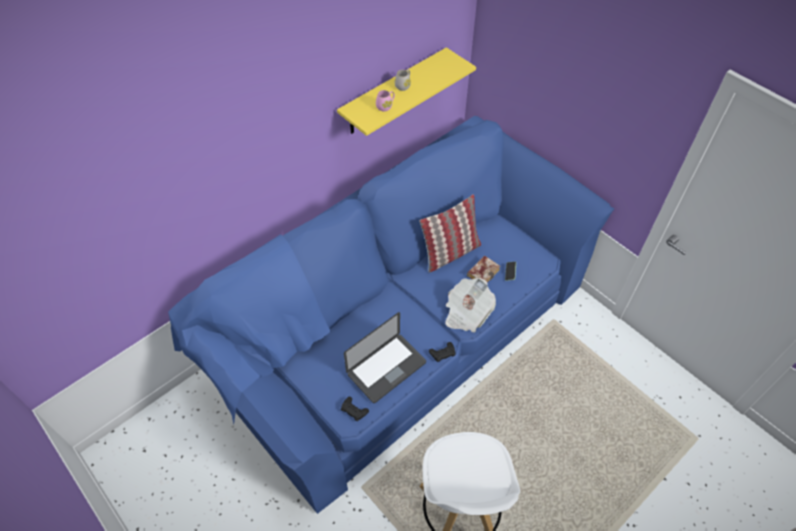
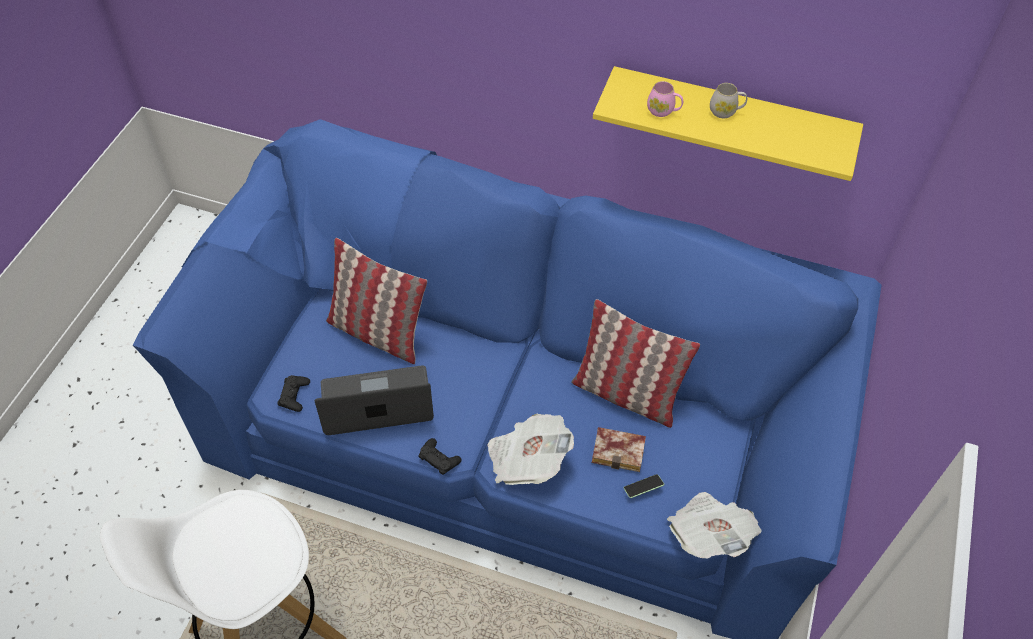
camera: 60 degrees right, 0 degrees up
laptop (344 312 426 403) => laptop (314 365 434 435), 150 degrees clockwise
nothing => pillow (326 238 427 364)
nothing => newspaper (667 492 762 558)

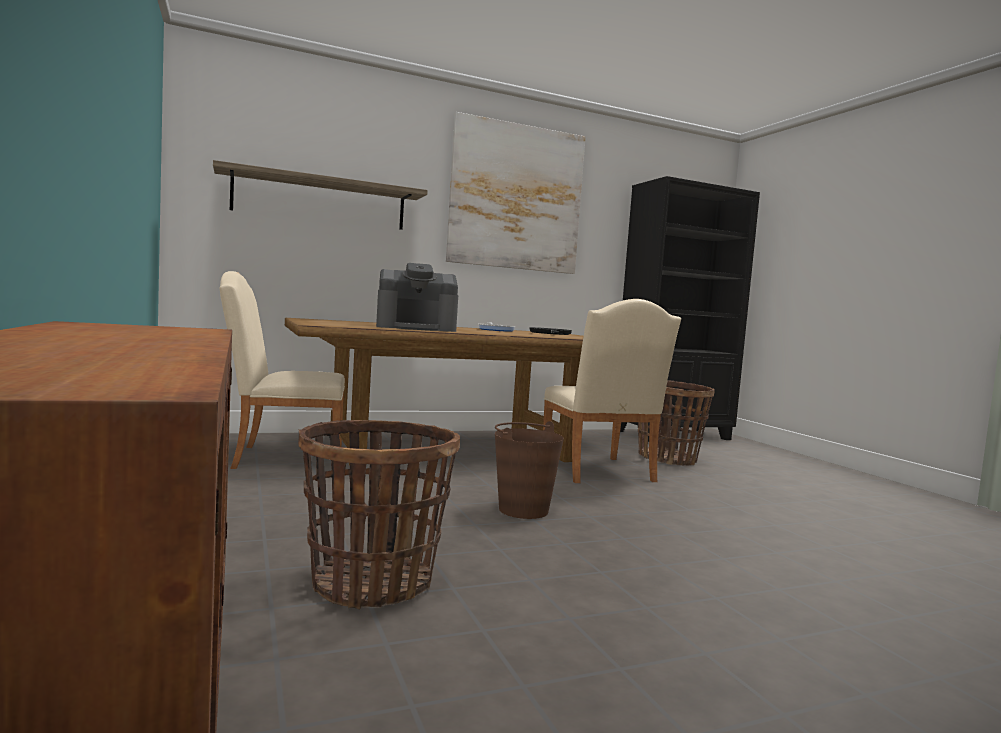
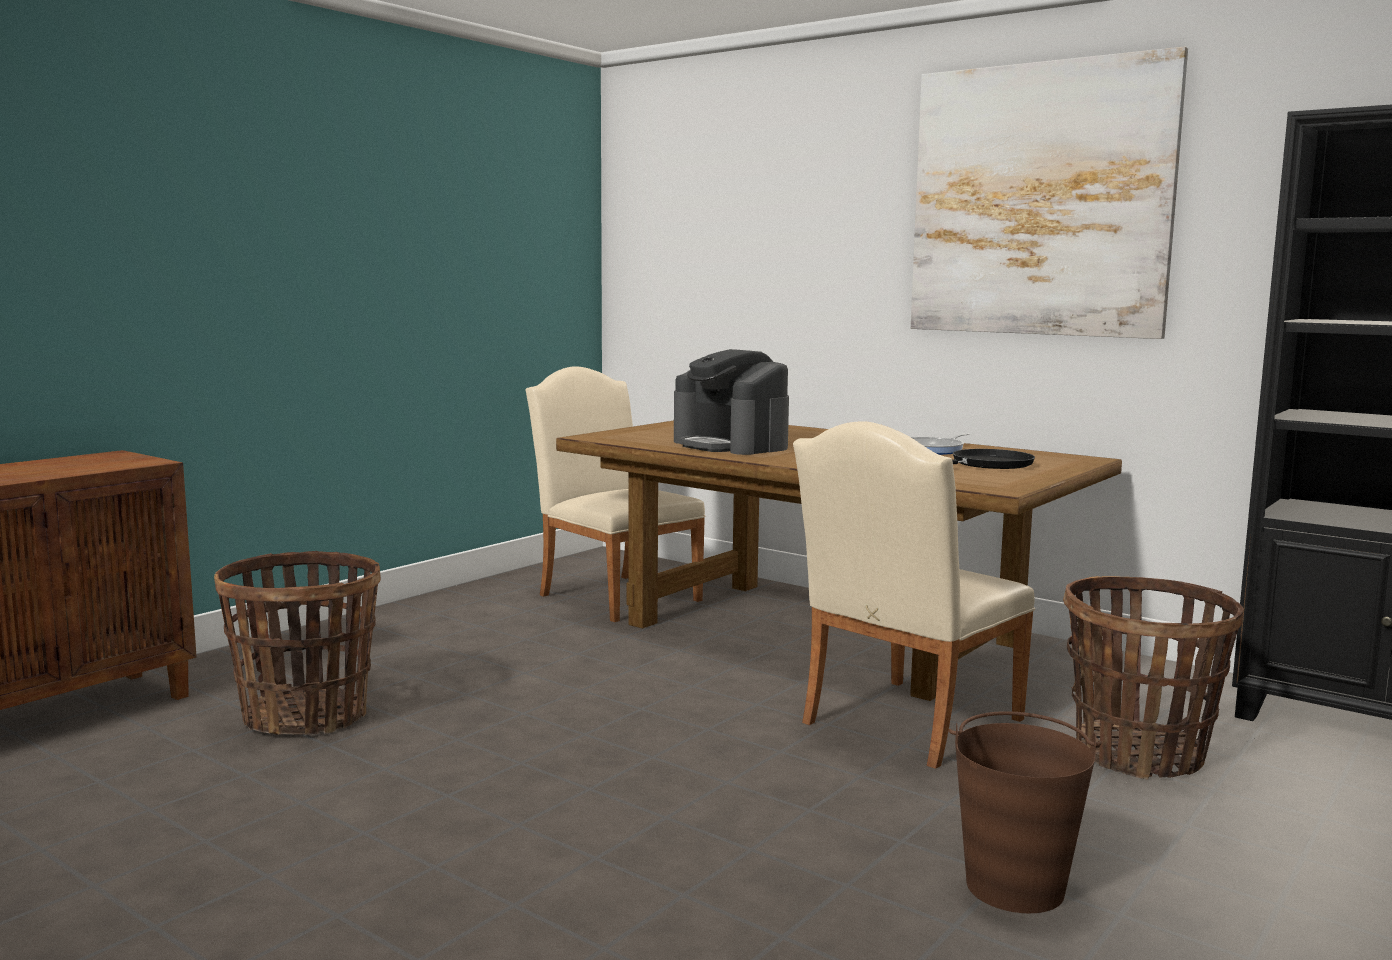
camera: 60 degrees right, 5 degrees up
shelf (213 160 428 230) => nothing
bucket in brown (495 421 564 519) => bucket in brown (948 711 1102 913), move

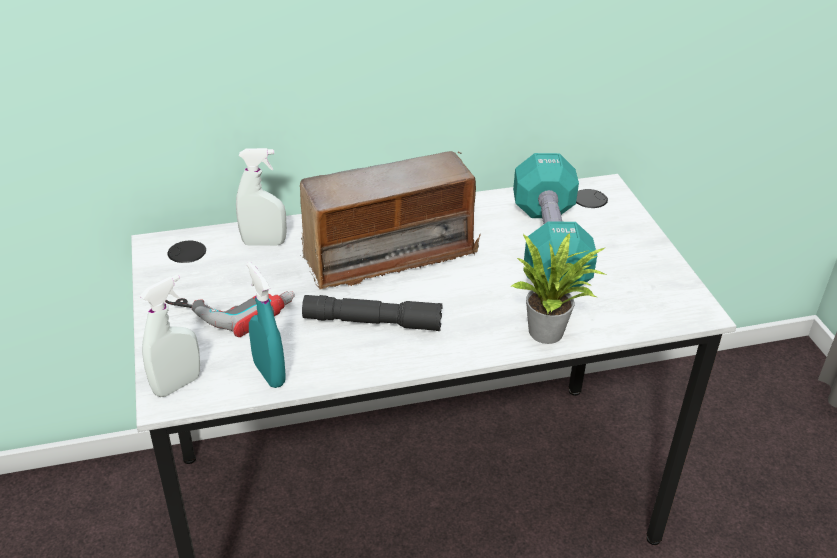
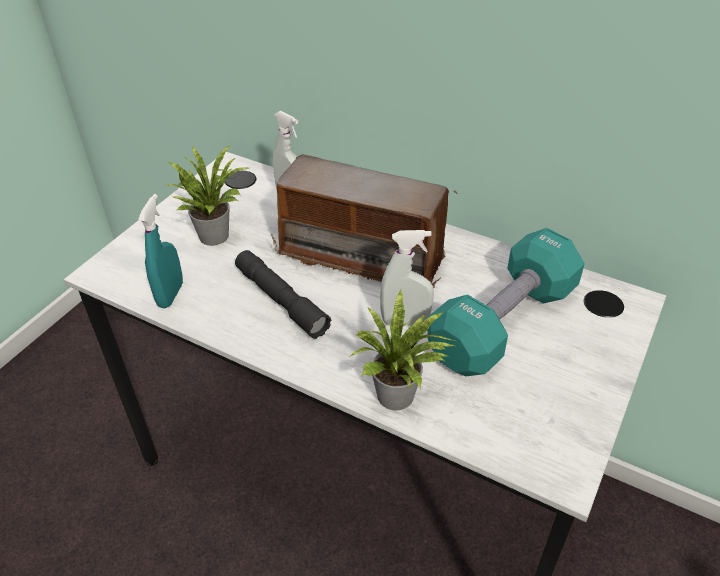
camera: 45 degrees right, 5 degrees up
spray bottle in white (140 274 200 397) => spray bottle in white (380 230 434 326), move
power drill (165 291 295 337) => potted plant (165 146 249 246)

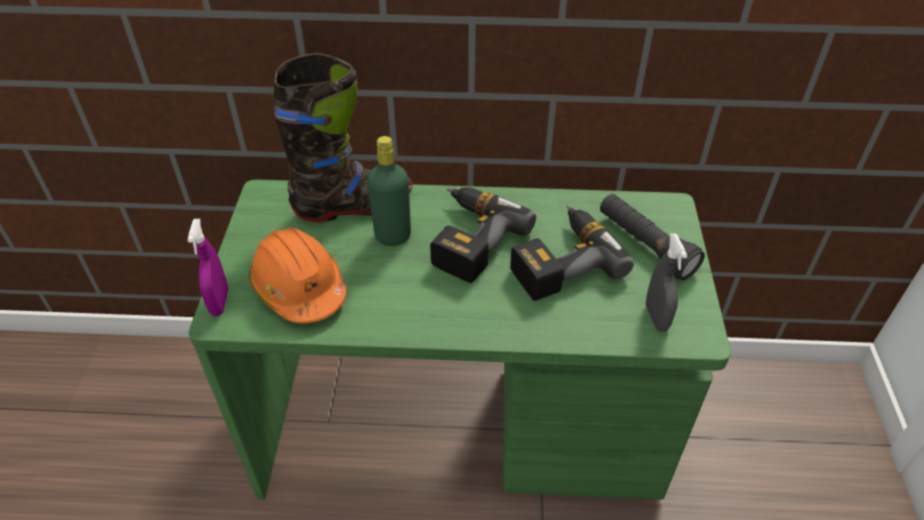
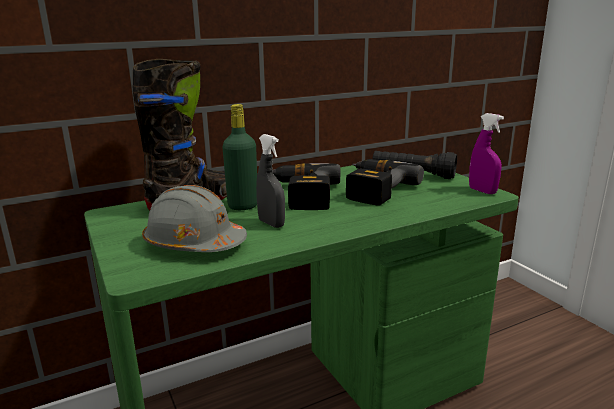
camera: 30 degrees left, 25 degrees down
spray bottle in purple (187 219 228 316) => spray bottle in purple (469 113 504 194), move
hard hat in orange (249 228 347 323) => hard hat in grey (142 185 247 252)
spray bottle in grey (646 233 687 332) => spray bottle in grey (256 134 285 228), move

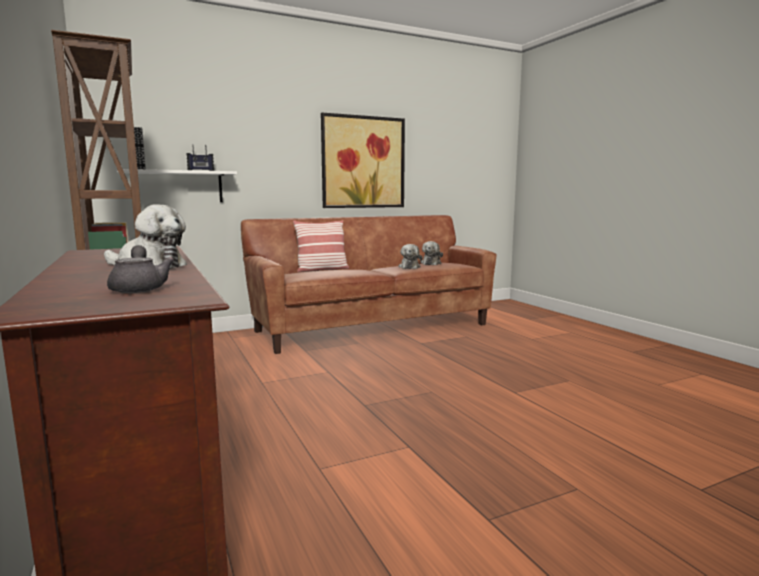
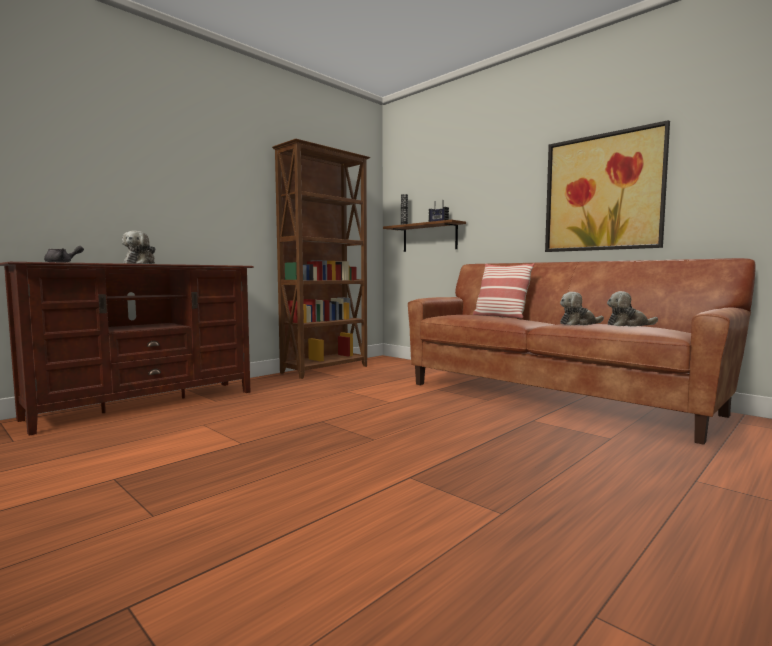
camera: 70 degrees right, 5 degrees down
shelf in white (117 169 237 202) => shelf in brown (383 220 466 252)

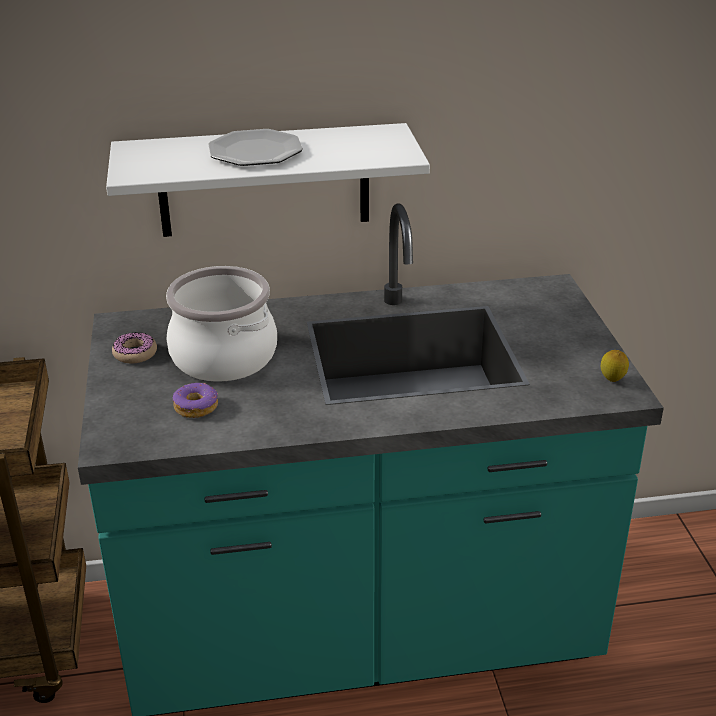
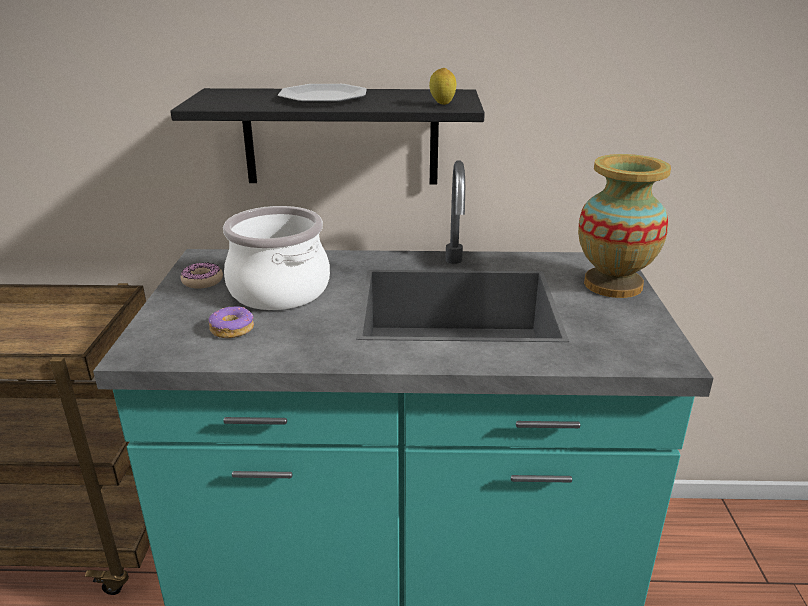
camera: 10 degrees right, 5 degrees down
shelf in white (106 123 430 237) => shelf in black (170 88 485 184)
lemon (601 350 629 382) => lemon (429 68 456 105), move
nothing => vase (578 154 671 298)

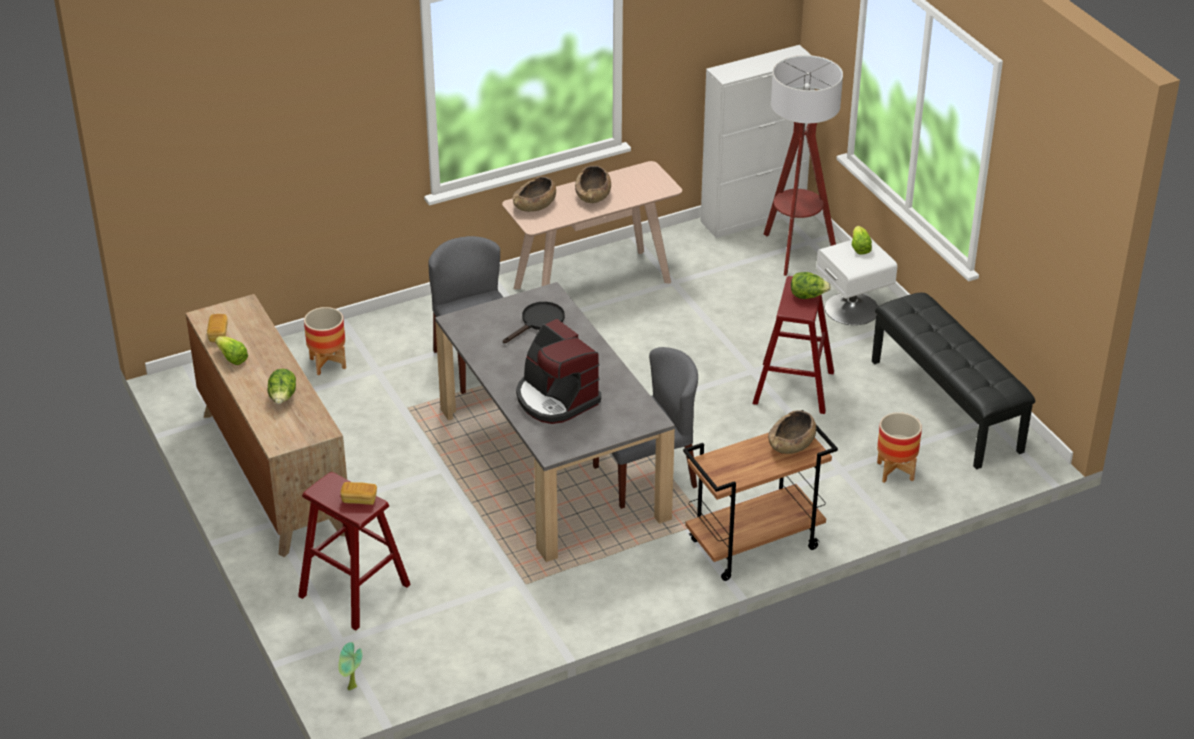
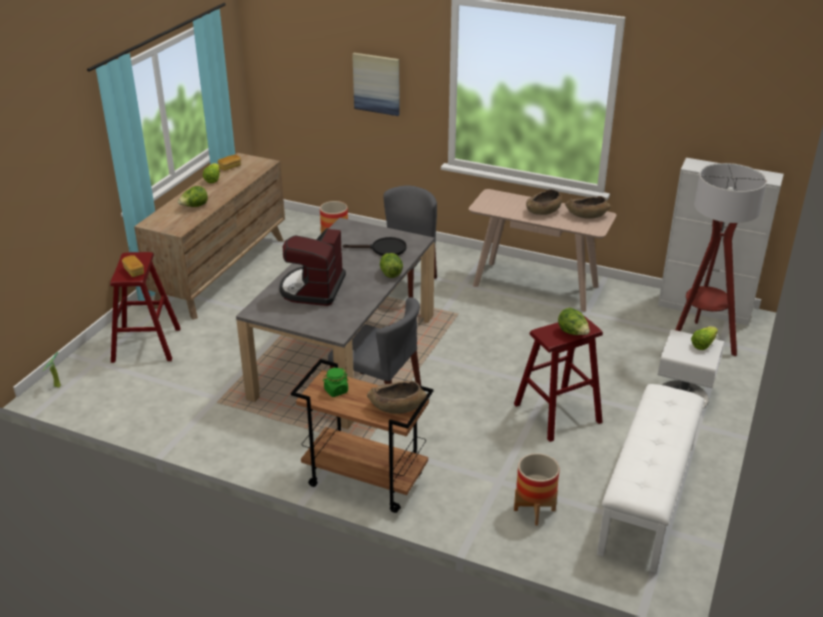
camera: 50 degrees right, 5 degrees down
bowl in brown (513 176 556 212) => bowl in brown (565 196 610 219), move
bench in black (872 293 1035 469) => bench in white (597 384 704 573)
nothing => picture (352 53 400 116)
nothing => lettuce (380 253 403 278)
nothing => jar in green (323 368 348 397)

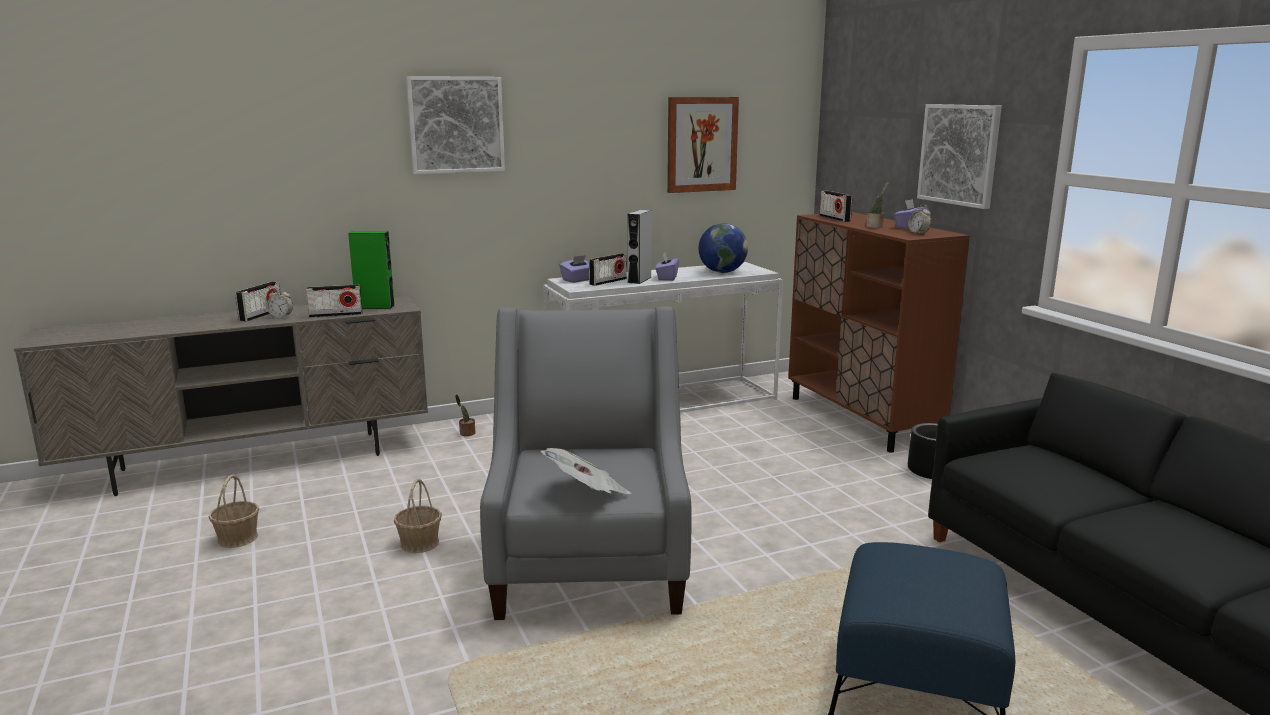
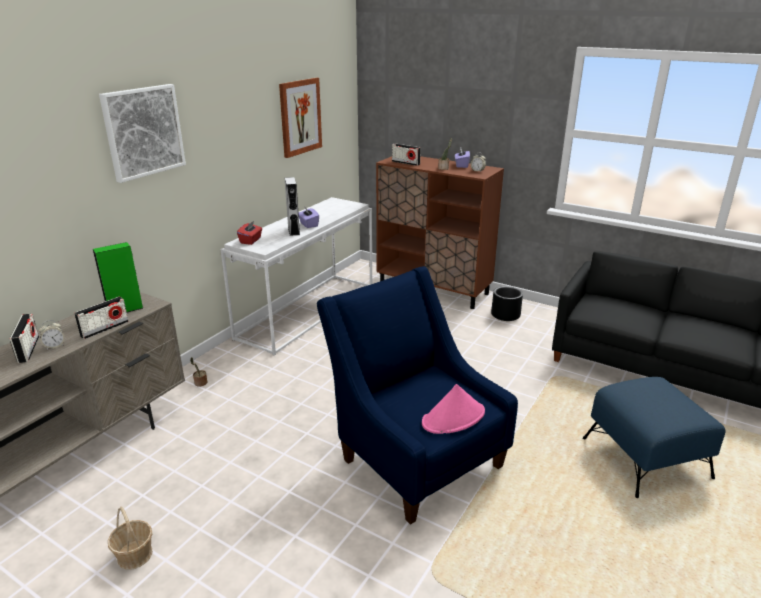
camera: 35 degrees left, 10 degrees up
picture (917 104 1002 209) => nothing
globe (699 223 748 273) => nothing
radio (589 253 627 286) => nothing
tissue box in purple (559 255 589 283) => tissue box in red (237 221 262 245)
armchair in grey (480 306 692 620) => armchair in blue (317 266 518 524)
newspaper (540 448 631 494) => hat in pink (422 384 485 434)
basket (394 479 442 553) => nothing

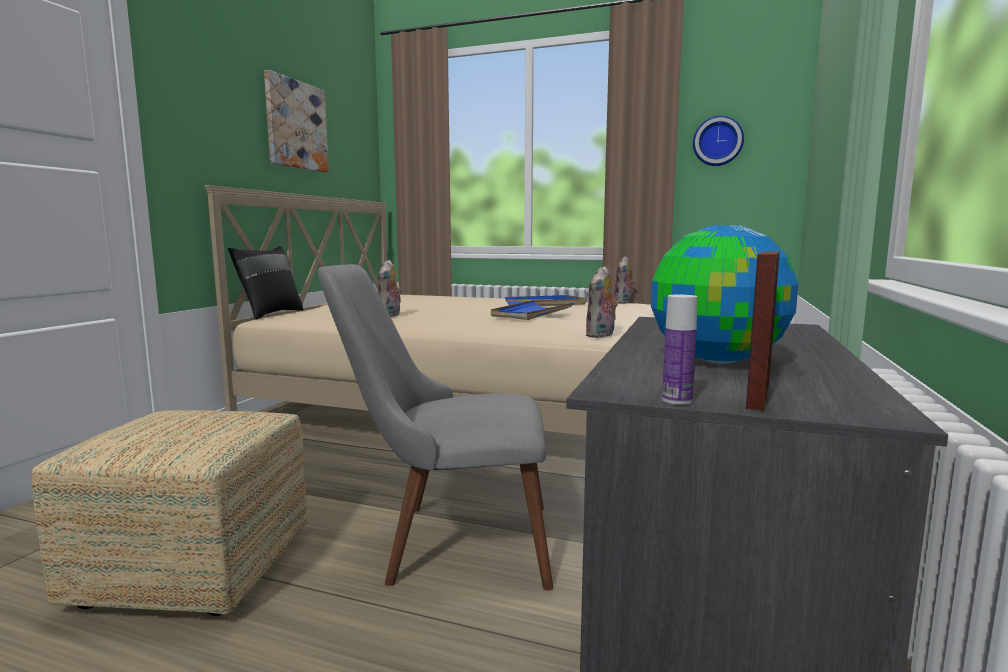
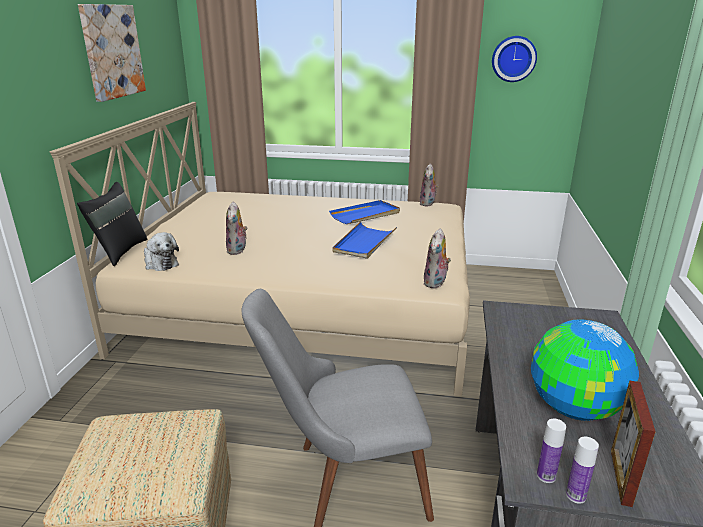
camera: 10 degrees left, 15 degrees up
nothing => plush toy (144 232 179 271)
nothing => bottle (537 419 566 483)

